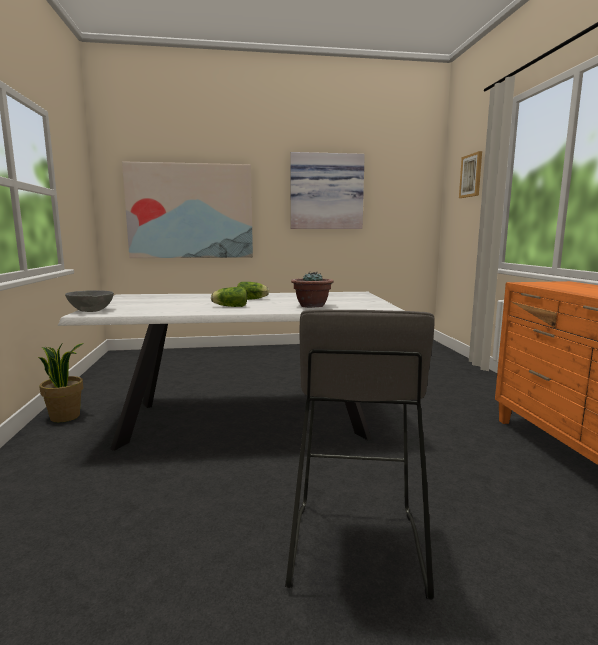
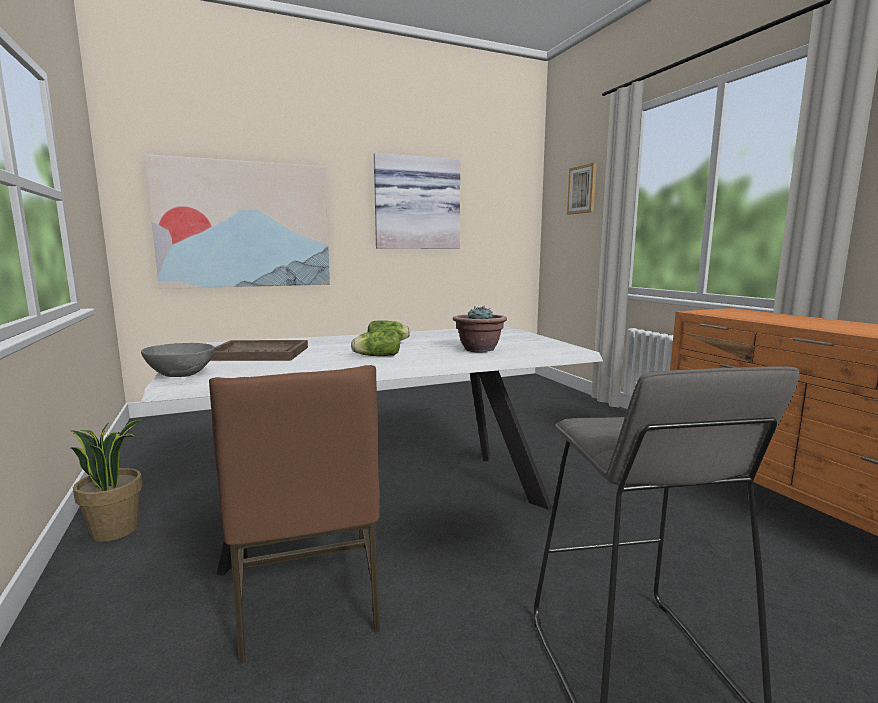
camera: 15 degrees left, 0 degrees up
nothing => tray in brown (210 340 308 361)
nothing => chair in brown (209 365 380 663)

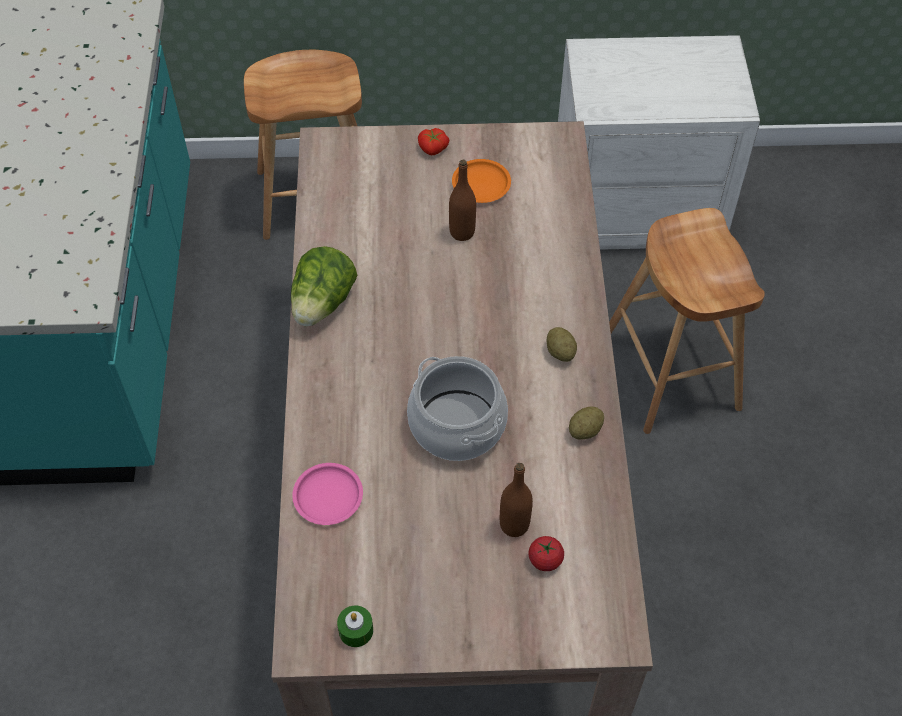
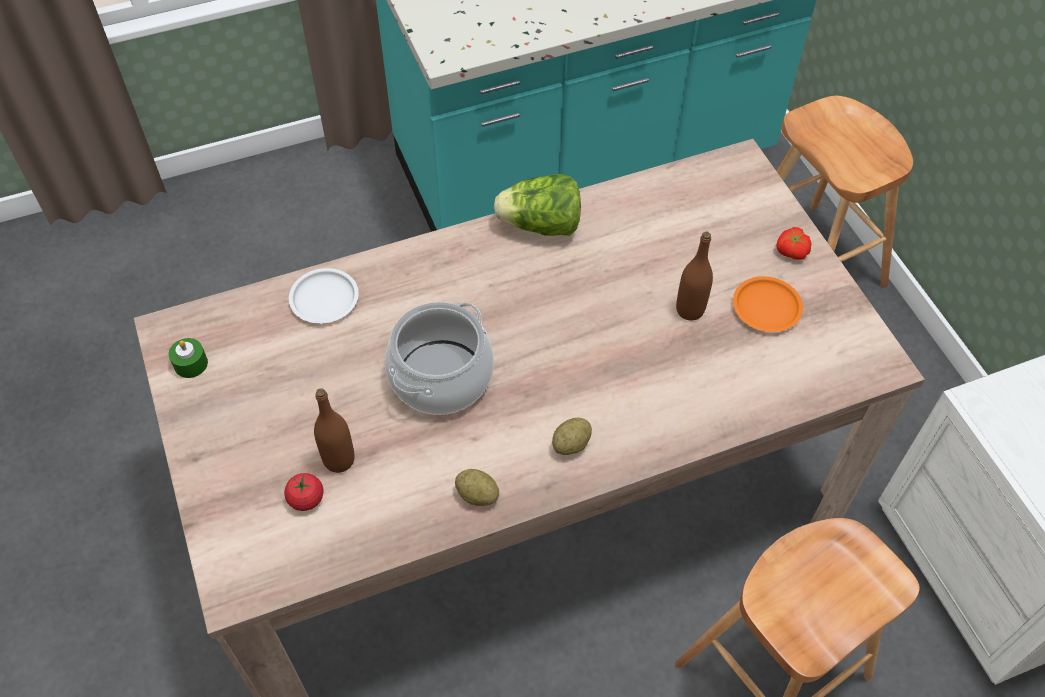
camera: 70 degrees right, 0 degrees up
plate in pink (292 463 363 525) => plate in white (289 268 359 323)

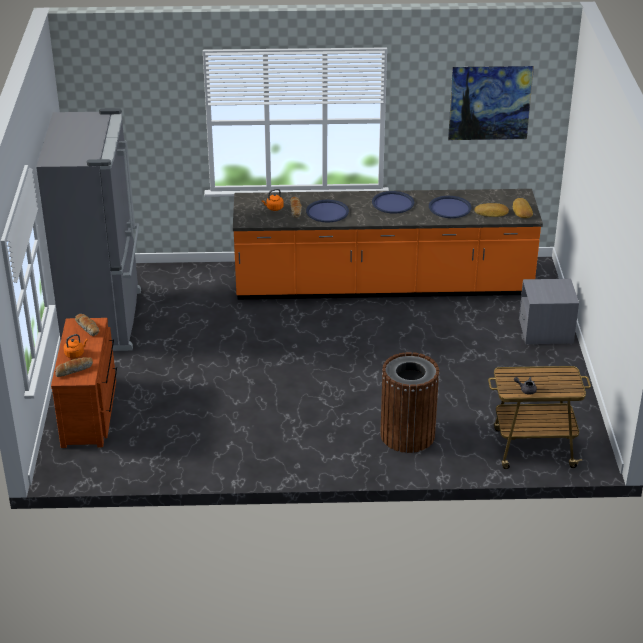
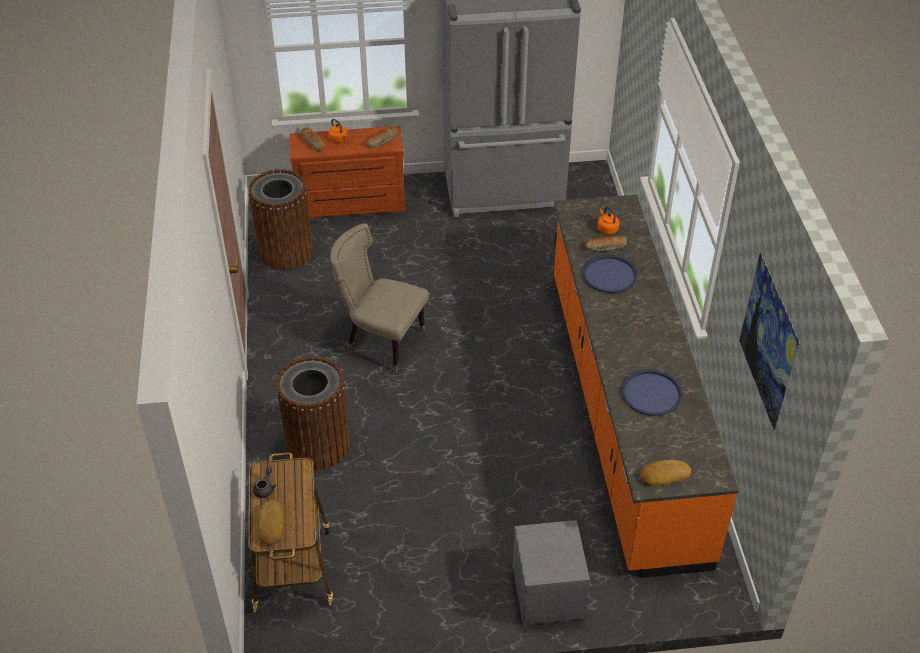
camera: 85 degrees right, 10 degrees up
tray in blue (372 191 414 214) => nothing
bread (474 203 509 217) => bread (256 500 284 545), move
nothing => trash can in brown (249 169 313 270)
nothing => chair in beige (330 223 429 374)

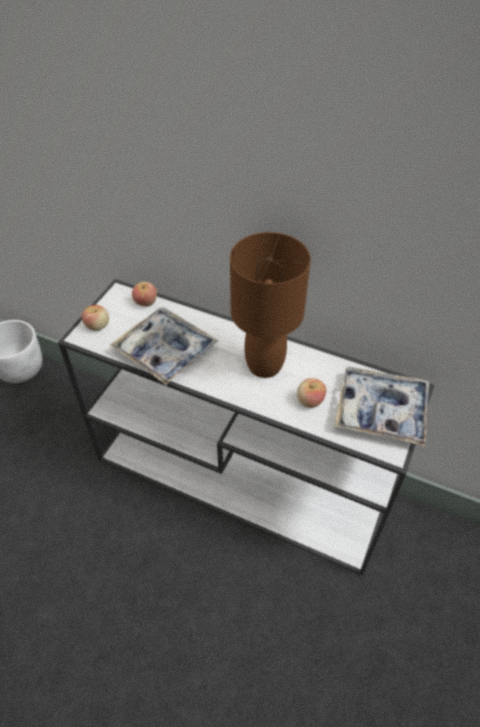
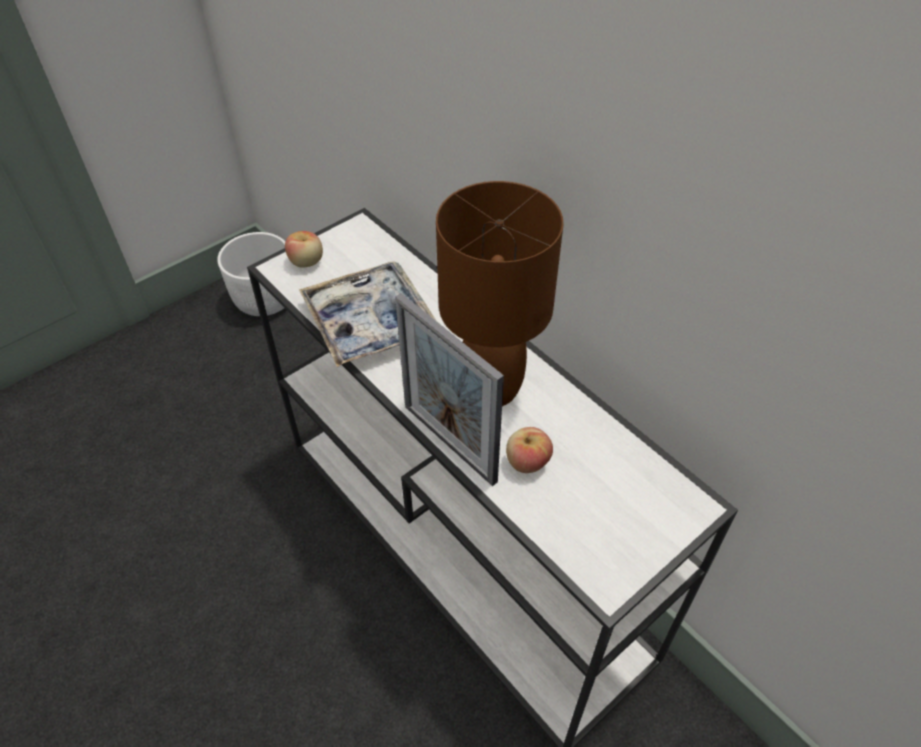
camera: 25 degrees right, 0 degrees up
apple (132 282 157 306) => nothing
tray (334 367 430 446) => nothing
nothing => picture frame (395 293 504 486)

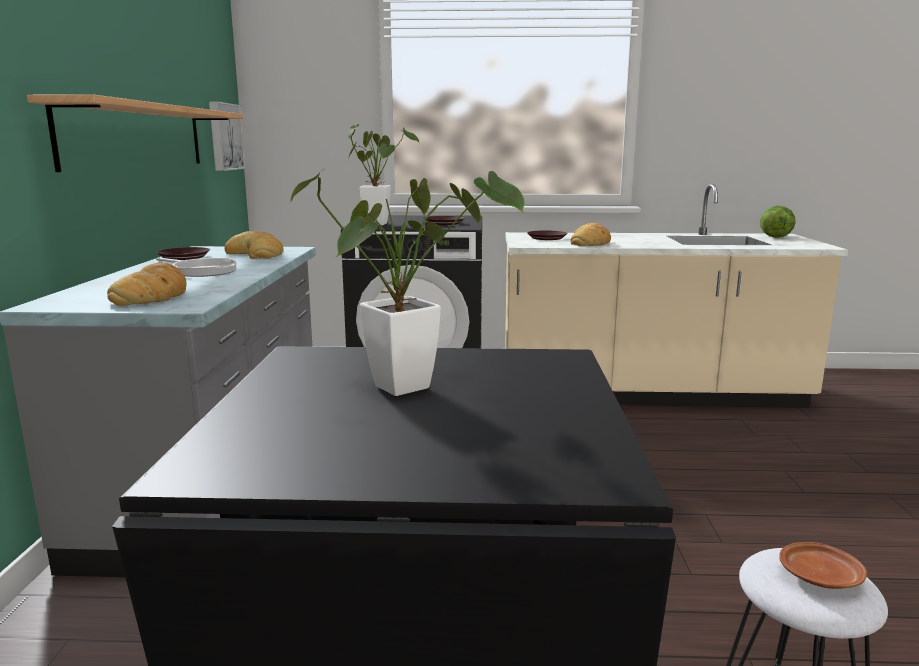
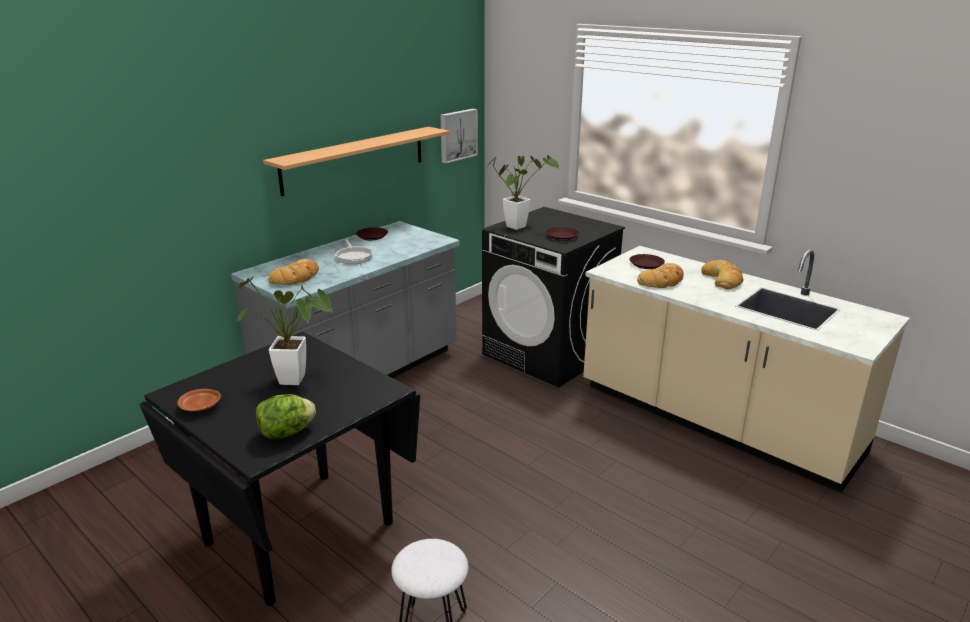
camera: 40 degrees right, 10 degrees up
lettuce (760 206 796 238) => lettuce (256 394 316 439), move
bread (224 231 284 259) => bread (701 260 743 289), move
plate in brown (779 542 867 589) => plate in brown (177 389 221 412), move

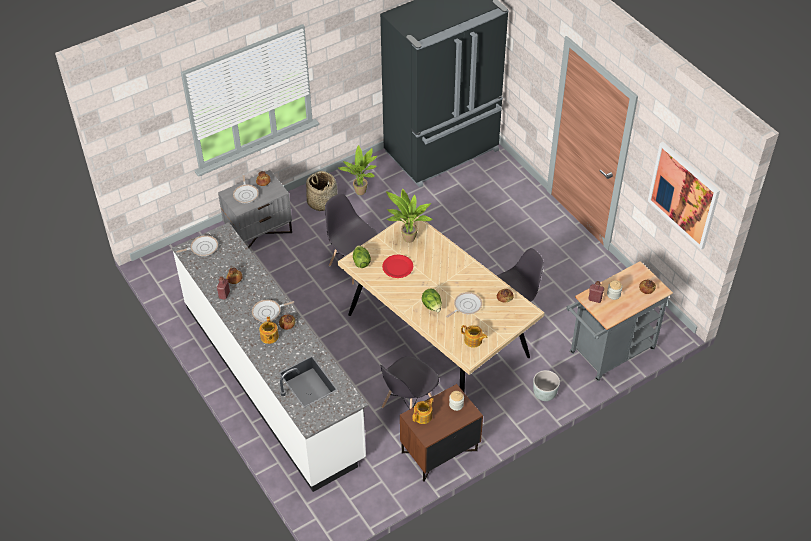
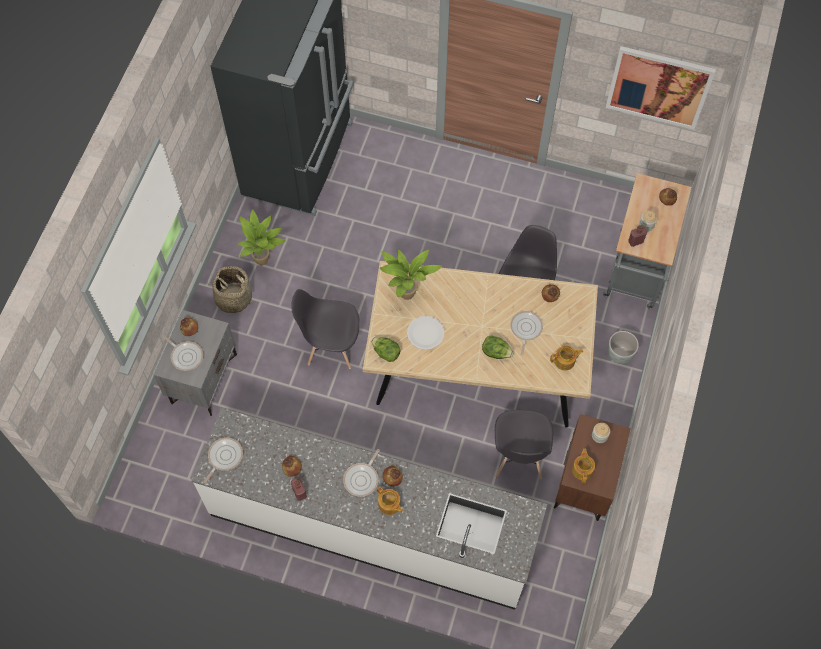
camera: 40 degrees left, 15 degrees up
plate in red (382 254 413 278) => plate in white (407 316 444 350)

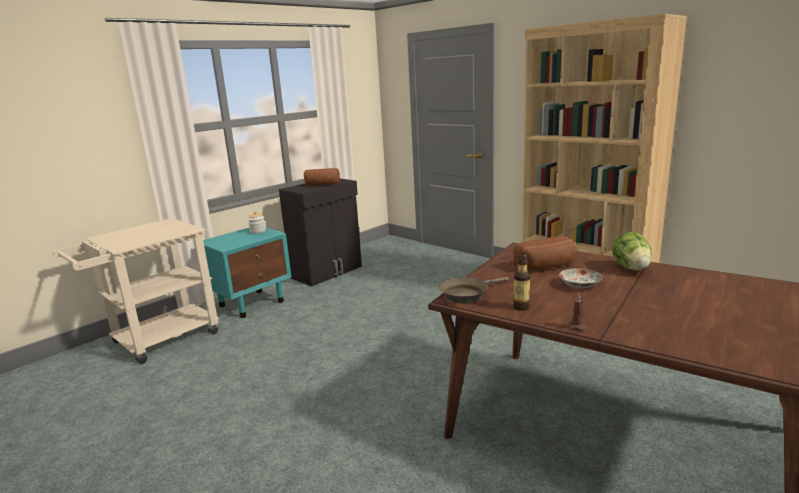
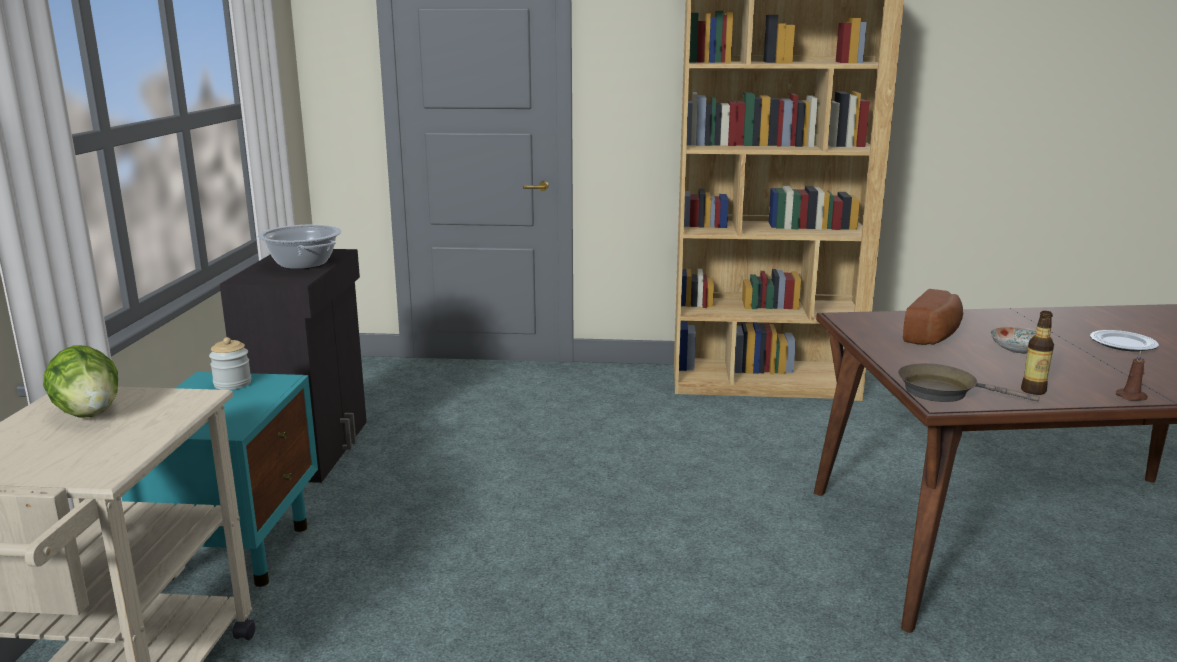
camera: 40 degrees left, 0 degrees up
bread (304 168 340 185) => cooking pot (258 225 342 269)
lettuce (612 232 652 271) => lettuce (43 345 118 418), move
frying pan in brown (439 277 509 303) => frying pan in brown (898 363 1039 402), 90 degrees clockwise
nothing => plate (1090 330 1159 351)

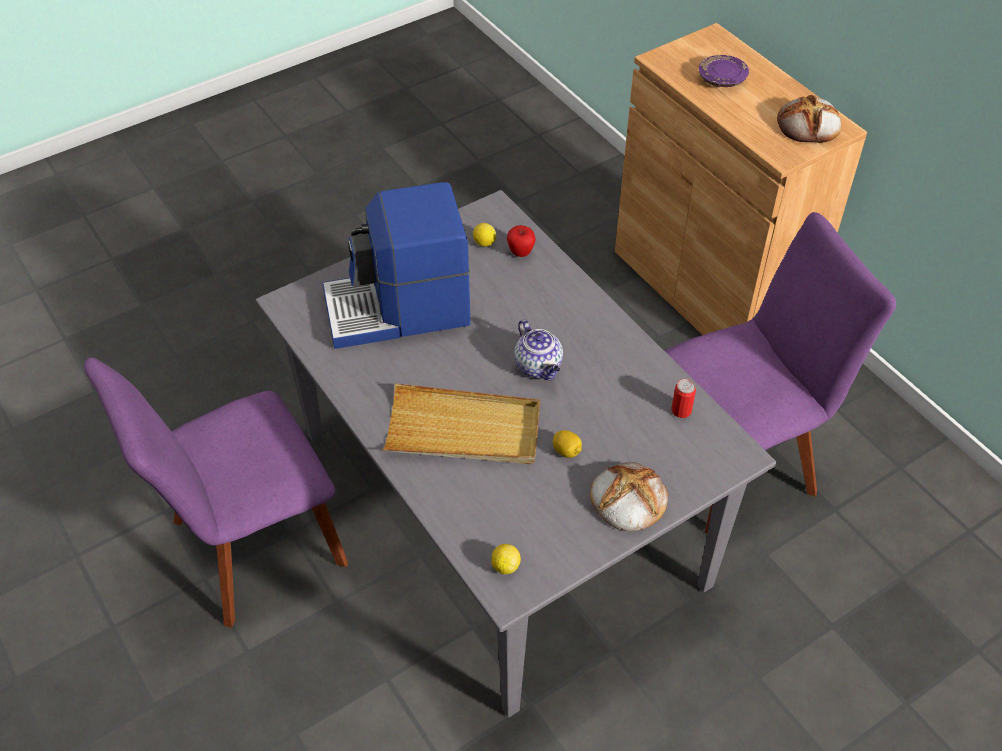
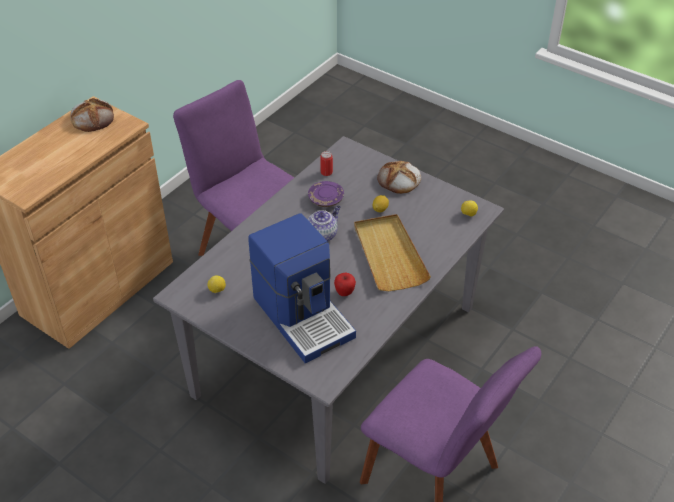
camera: 110 degrees left, 5 degrees down
plate in purple (699 55 749 87) => plate in purple (308 181 344 207), move
apple (507 225 536 257) => apple (334 273 356 296), move

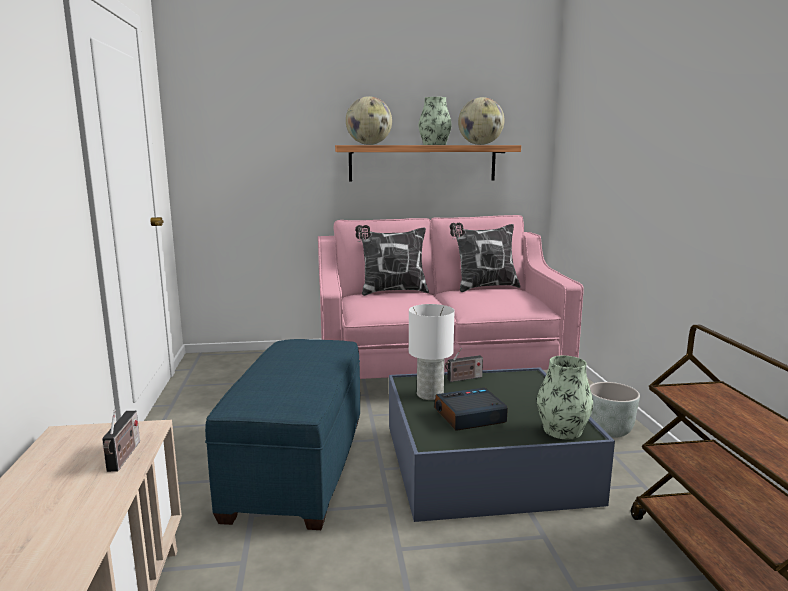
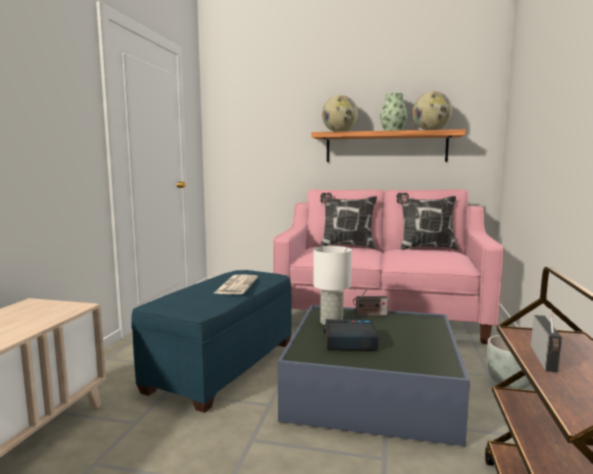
camera: 20 degrees right, 5 degrees down
vase (537 356 593 439) => nothing
radio (102 409 140 472) => radio (531 309 562 372), move
nothing => newspaper (214 274 258 294)

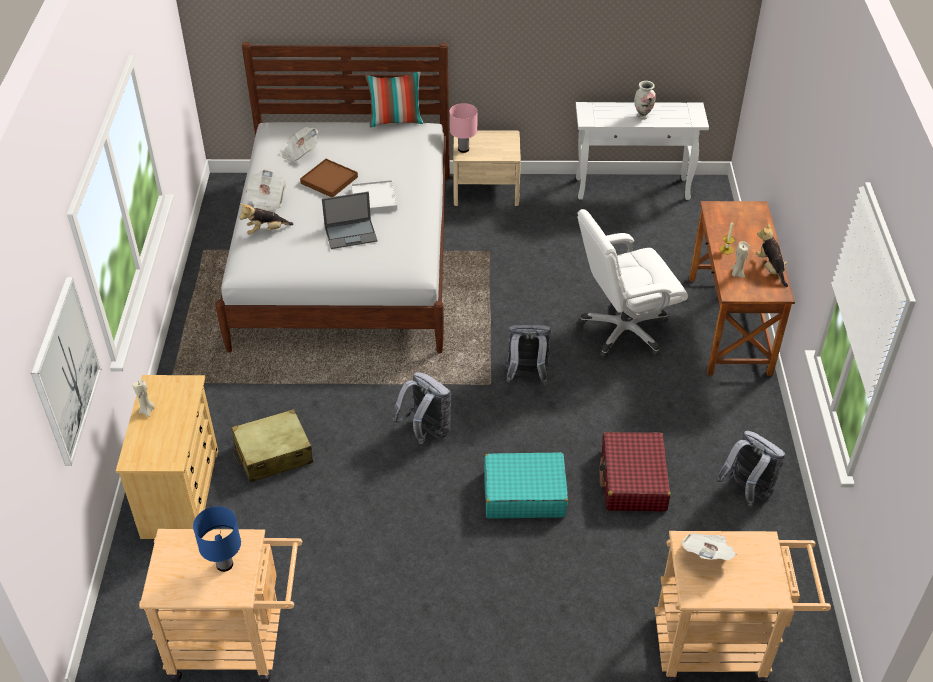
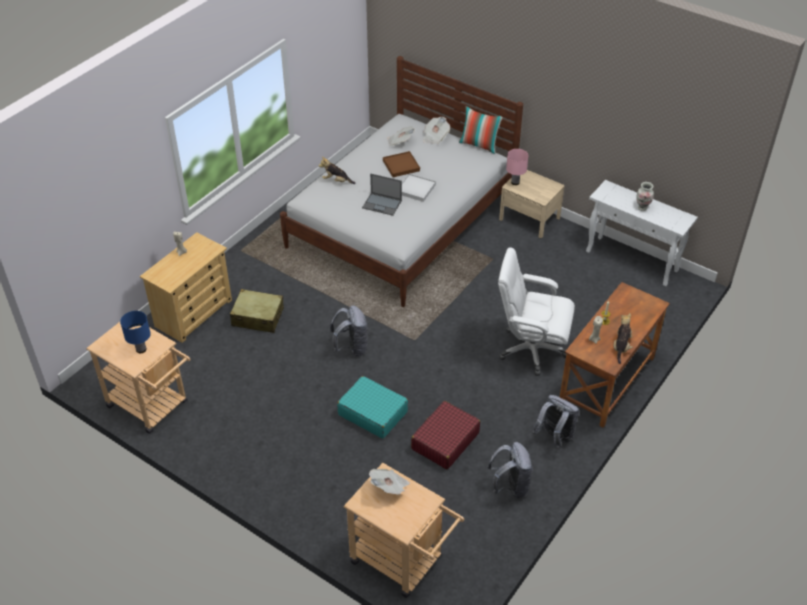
camera: 35 degrees right, 0 degrees up
newspaper (246 169 286 211) => newspaper (423 117 450 144), move
picture (31 277 102 466) => nothing
backpack in grey (503 325 552 385) => backpack in grey (532 395 579 449), move

